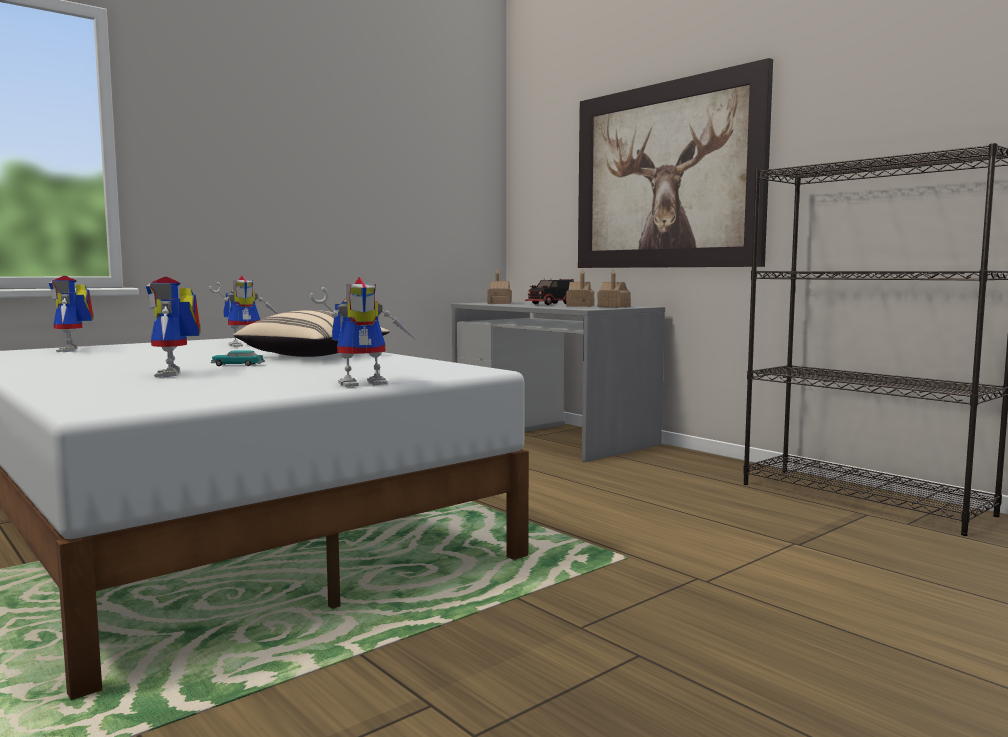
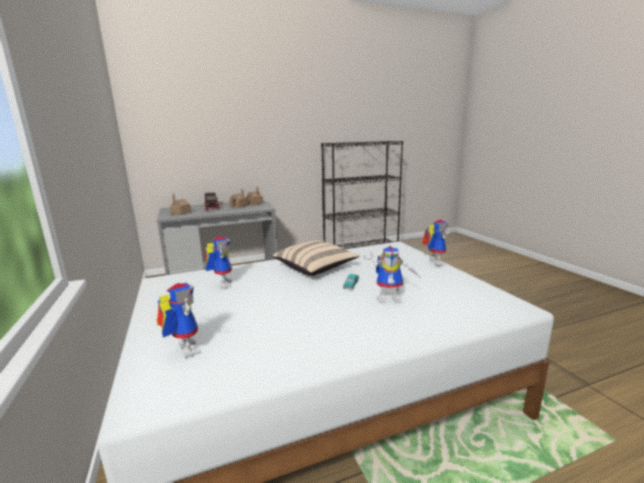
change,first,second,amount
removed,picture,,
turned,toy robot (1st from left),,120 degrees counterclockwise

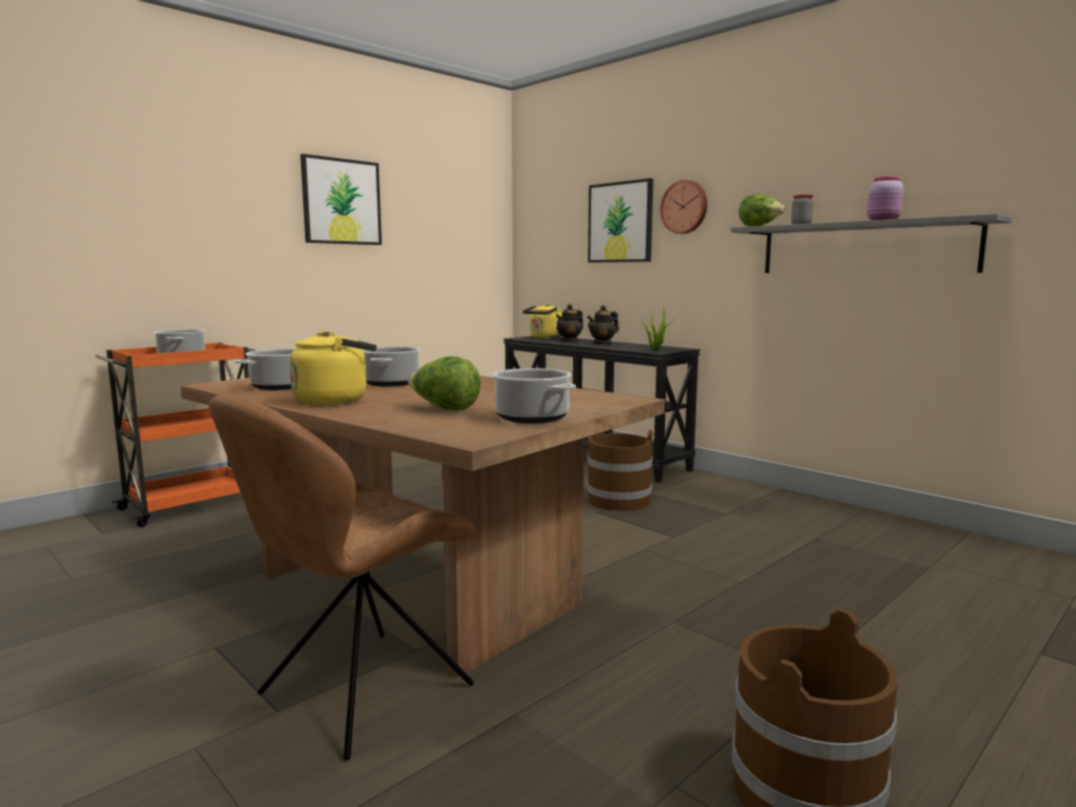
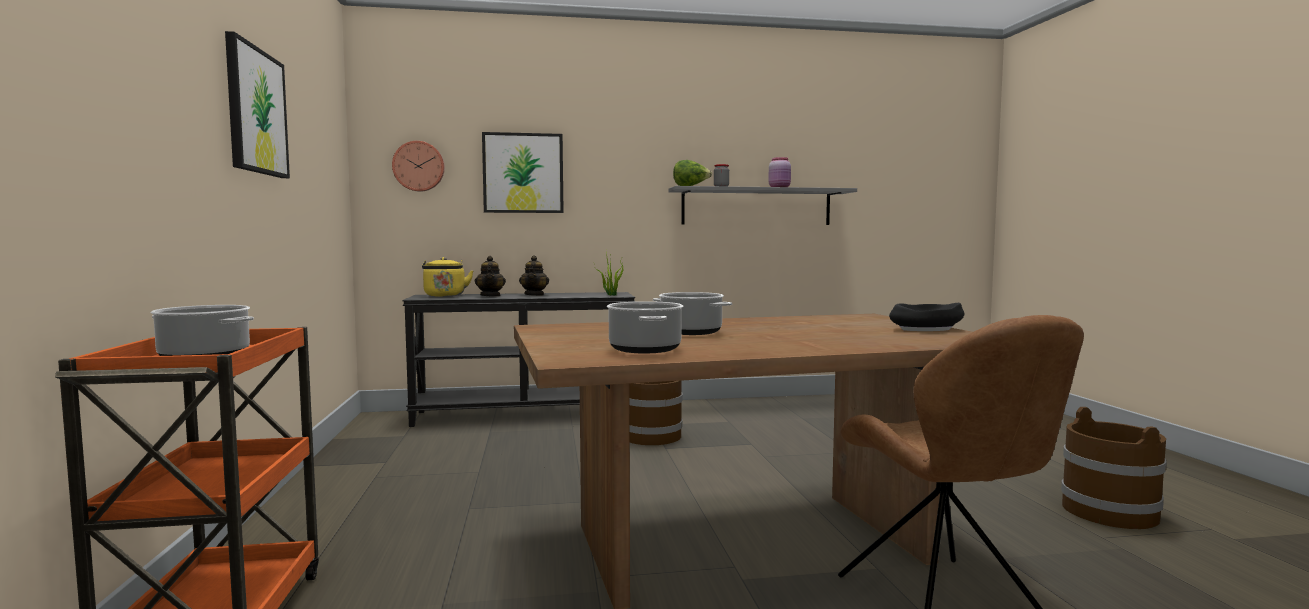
change,first,second,amount
removed,kettle (yellow) (1st from left),,
removed,lettuce (1st from left),,
moved,wall clock,,
replaced,cooking pot (4th from left),bowl (black),

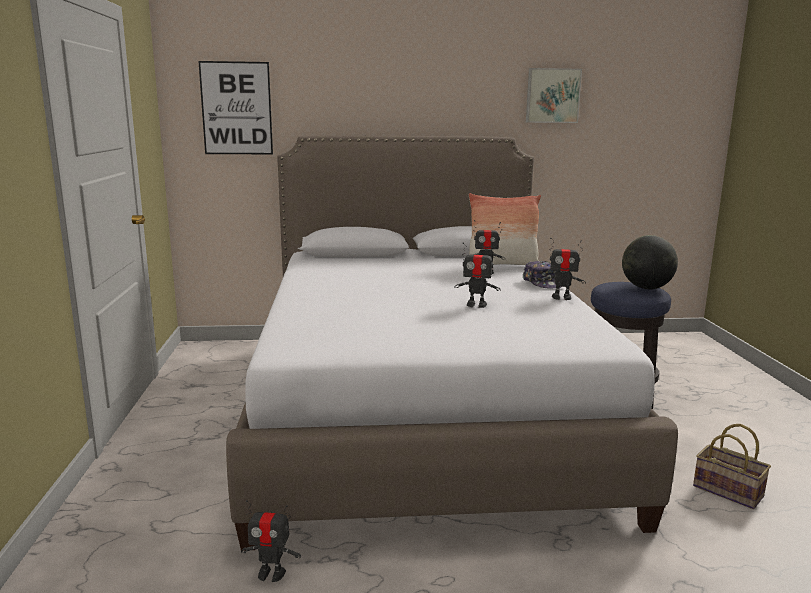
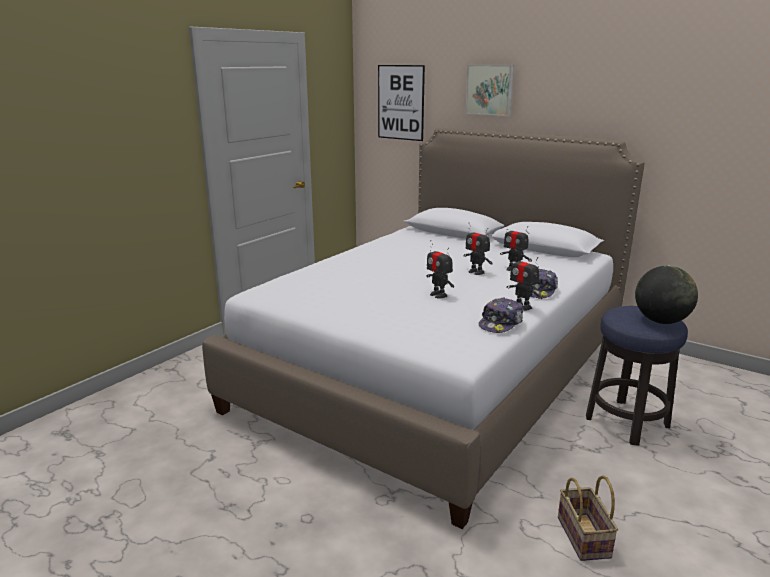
change,first,second,amount
removed,pillow,,
added,,cap (1st from left),
moved,toy robot (1st from left in the first image),toy robot (2nd from left),
moved,picture (2nd from left),,

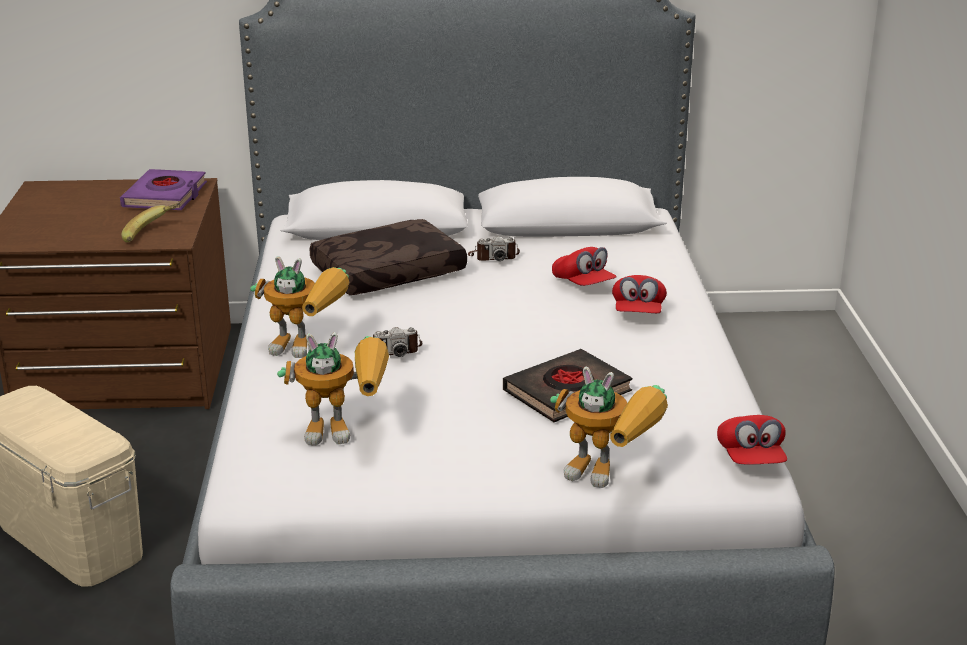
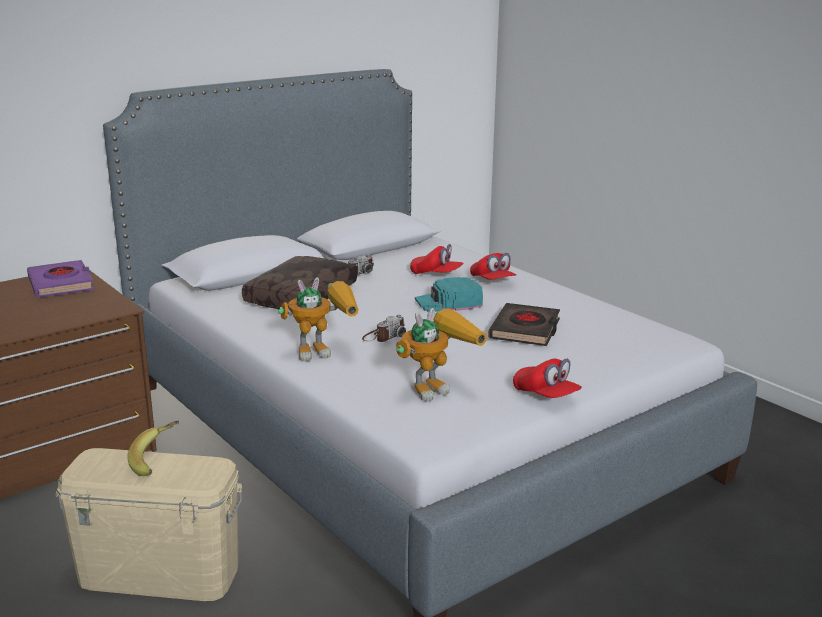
change,first,second,amount
removed,toy robot (3rd from left),,
added,,cap (turquoise),
moved,banana,,
moved,cap (red) (3rd from left),,

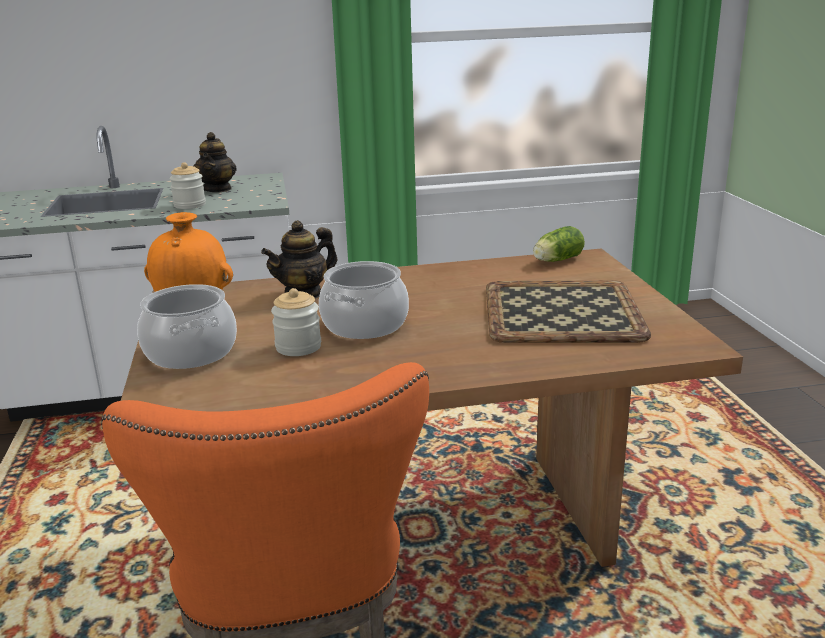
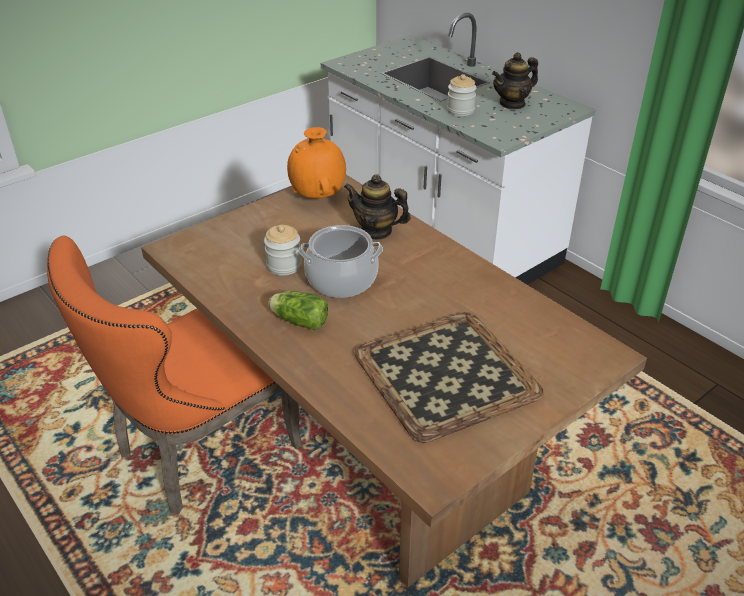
change,first,second,amount
removed,cooking pot (1st from left),,
moved,lettuce,,

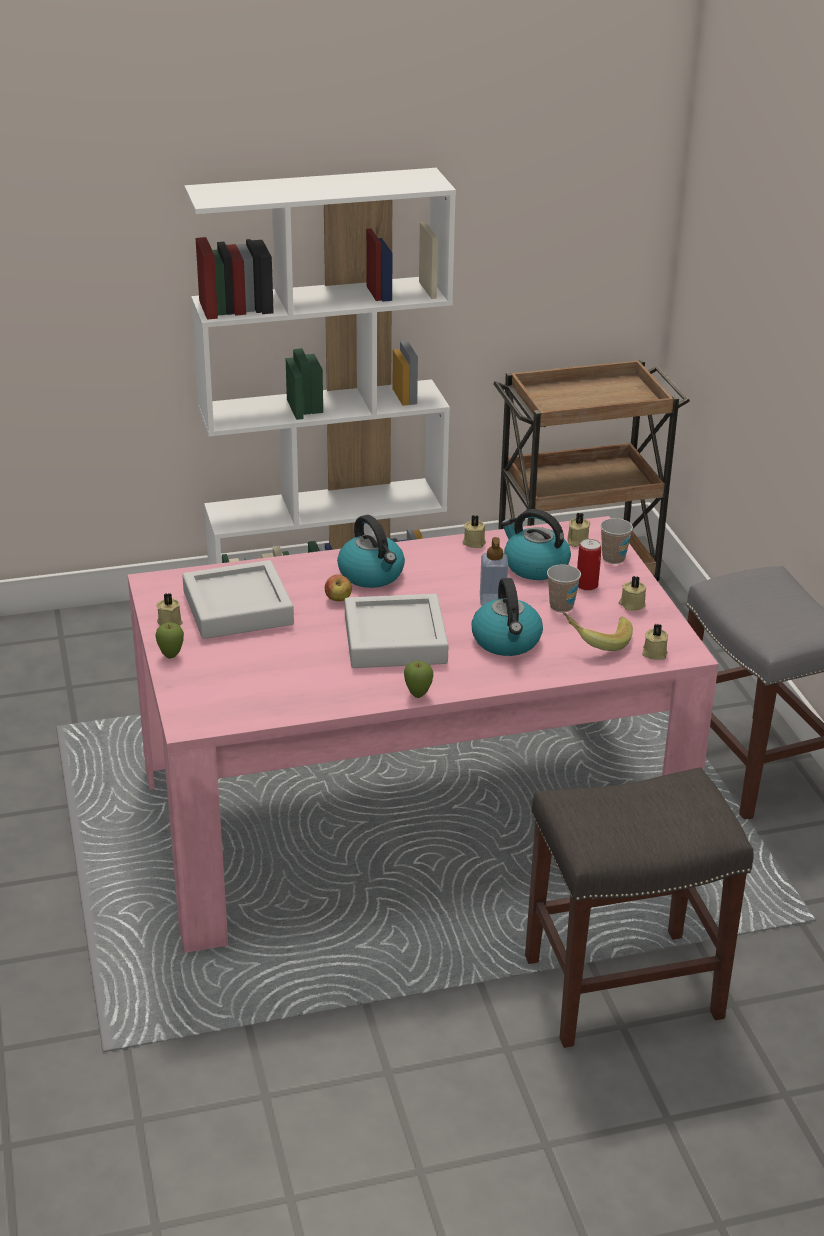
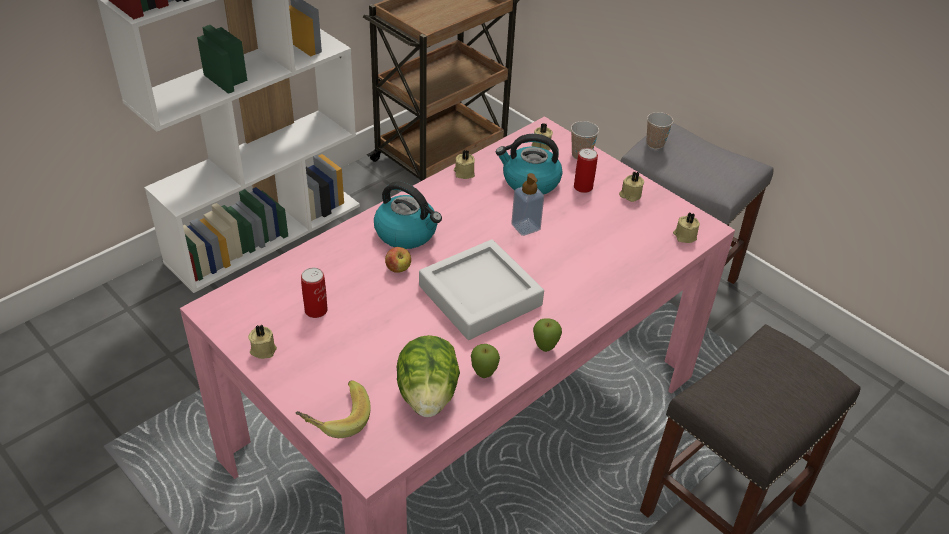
change,first,second,amount
removed,kettle (2nd from left),,
added,,lettuce,
moved,apple (1st from left in the first image),apple (2nd from left),
moved,cup (1st from left in the first image),cup (2nd from left),
moved,banana,,
replaced,tray (grey) (1st from left),can (1st from left),

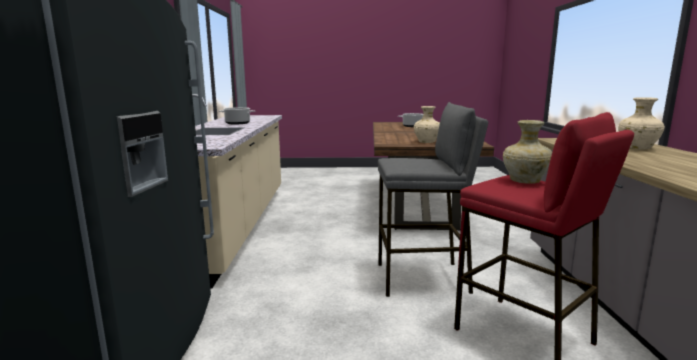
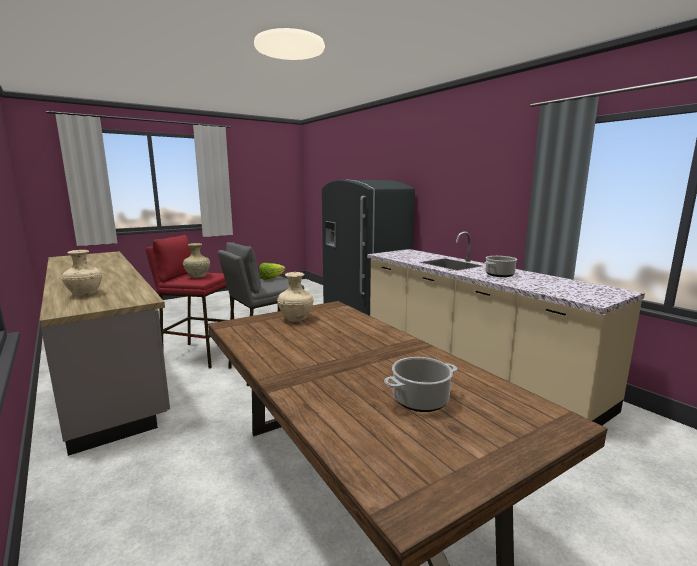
change,first,second,amount
added,,lettuce,

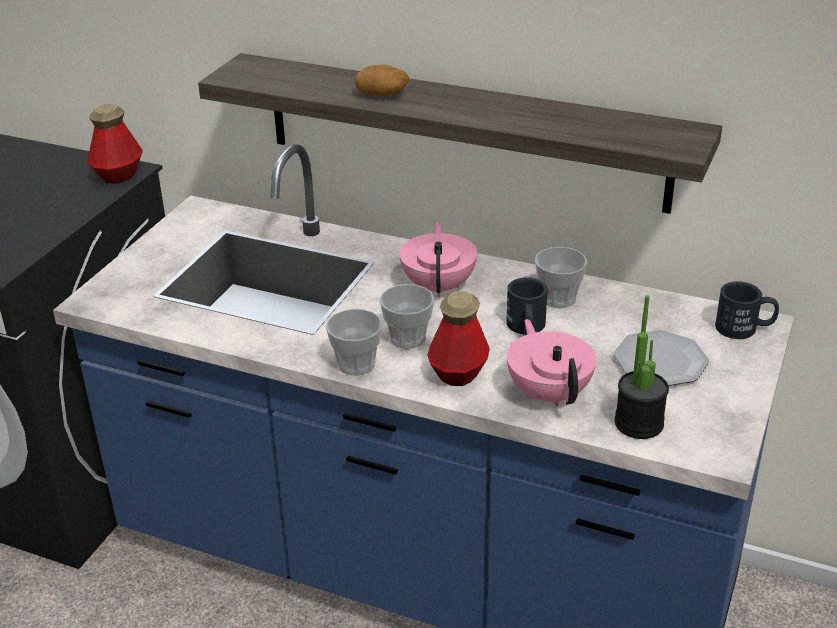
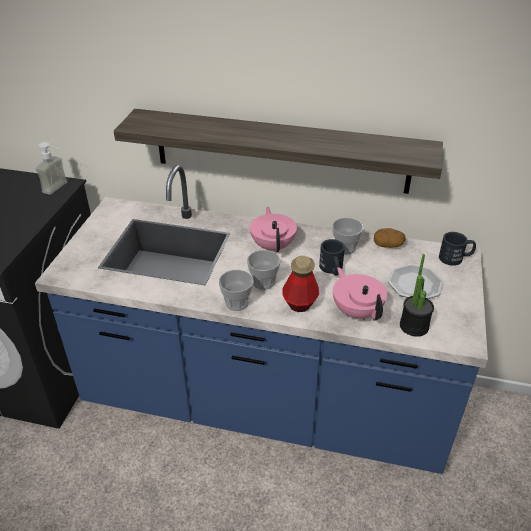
change,first,second,amount
moved,potato,,
replaced,bottle (1st from left),soap dispenser,

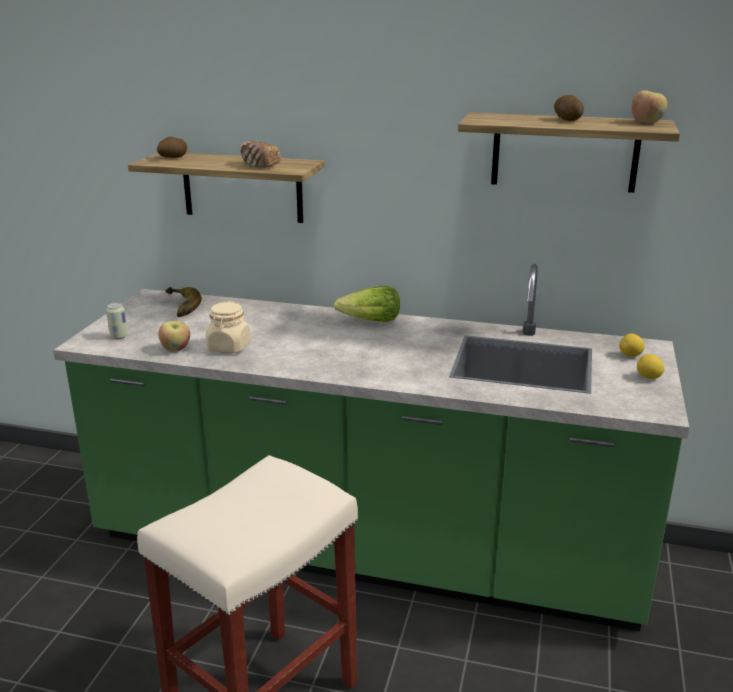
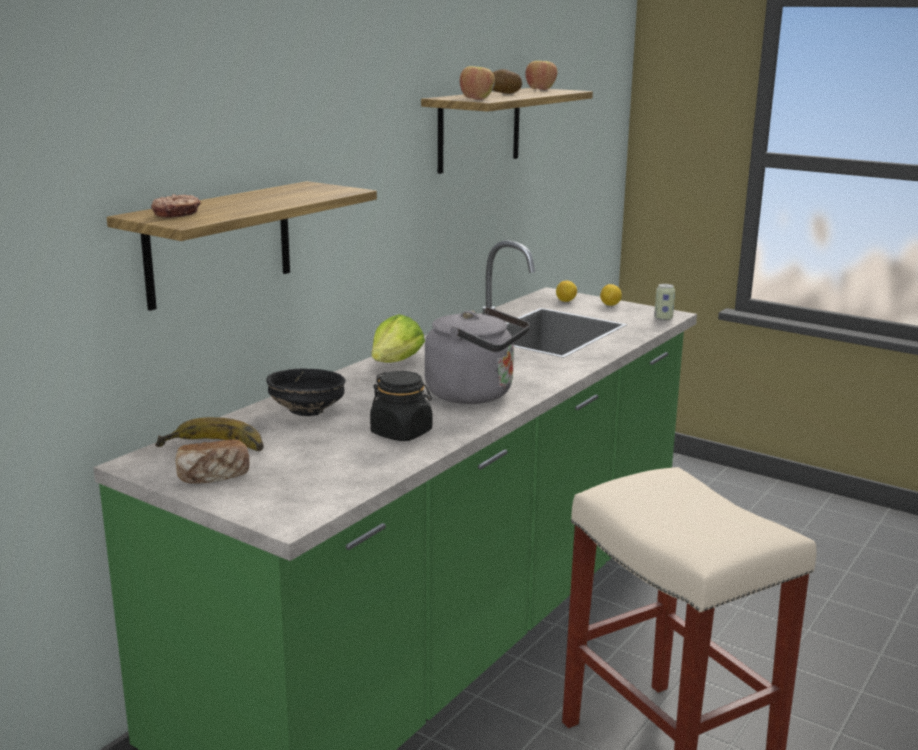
change,first,second,amount
added,,bowl (black),
added,,kettle (grey),
moved,can,,
moved,apple (1st from left),,
moved,bread,,
replaced,potato (1st from left),donut,
recoloured,jar (beige),jar (black),

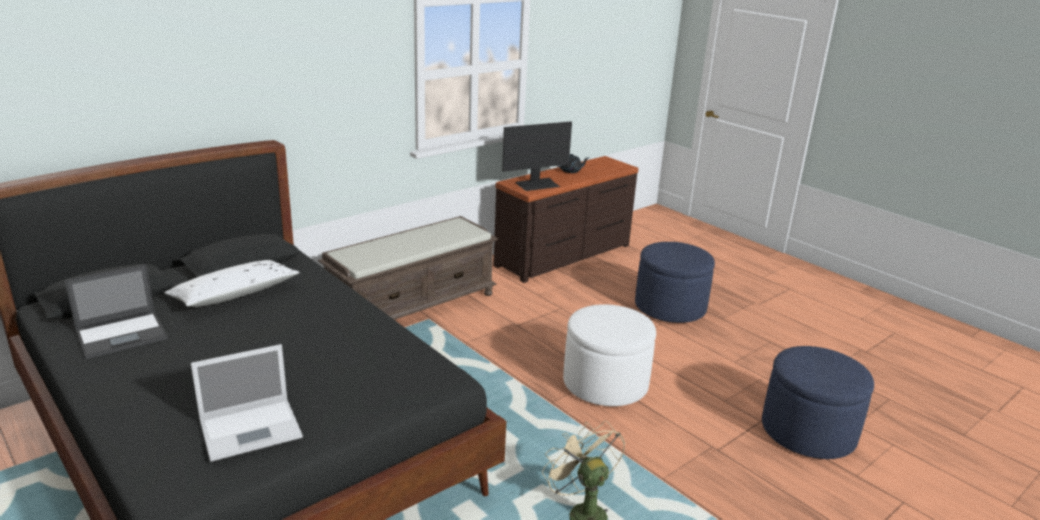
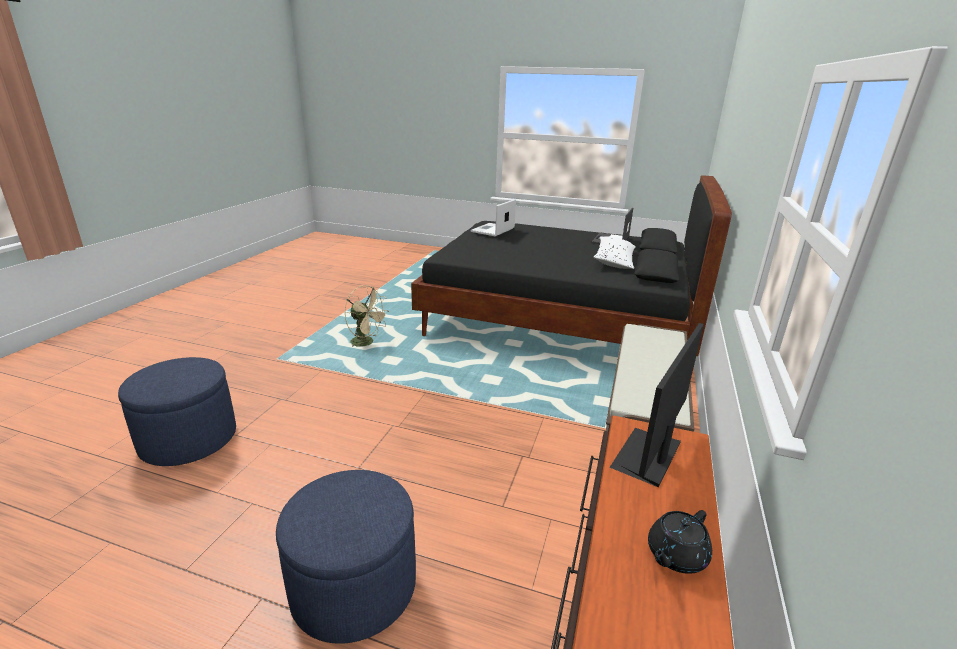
change,first,second,amount
removed,ottoman (white),,

